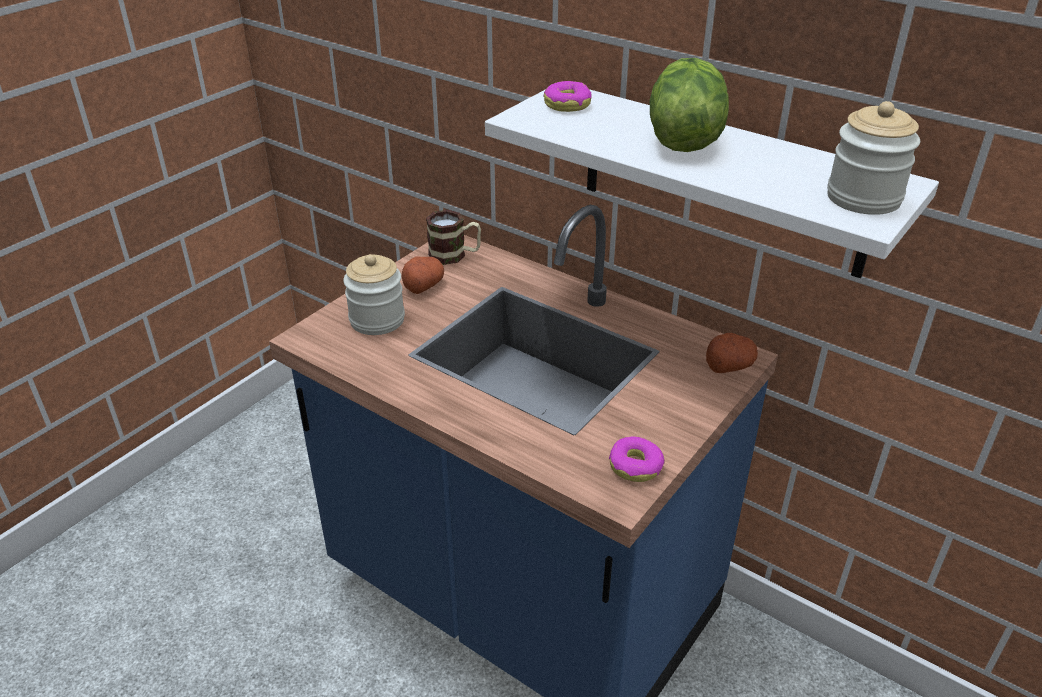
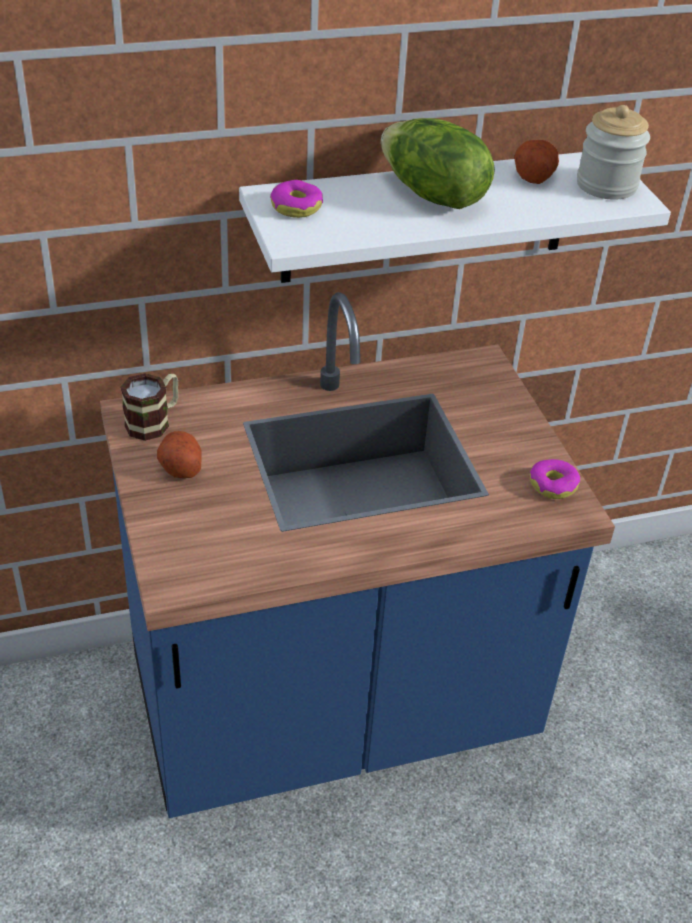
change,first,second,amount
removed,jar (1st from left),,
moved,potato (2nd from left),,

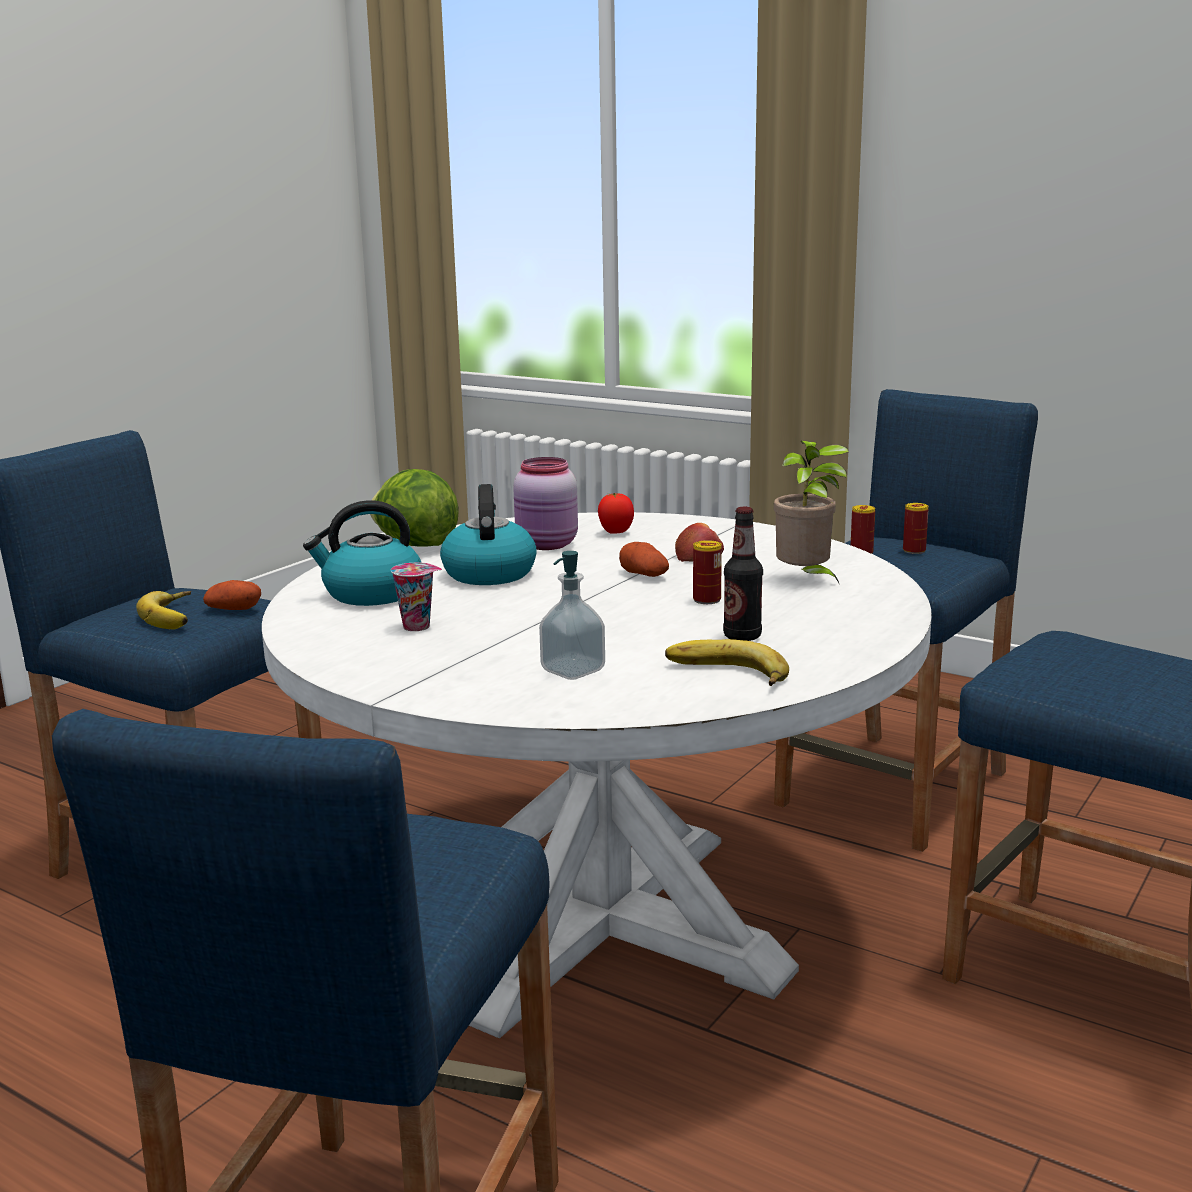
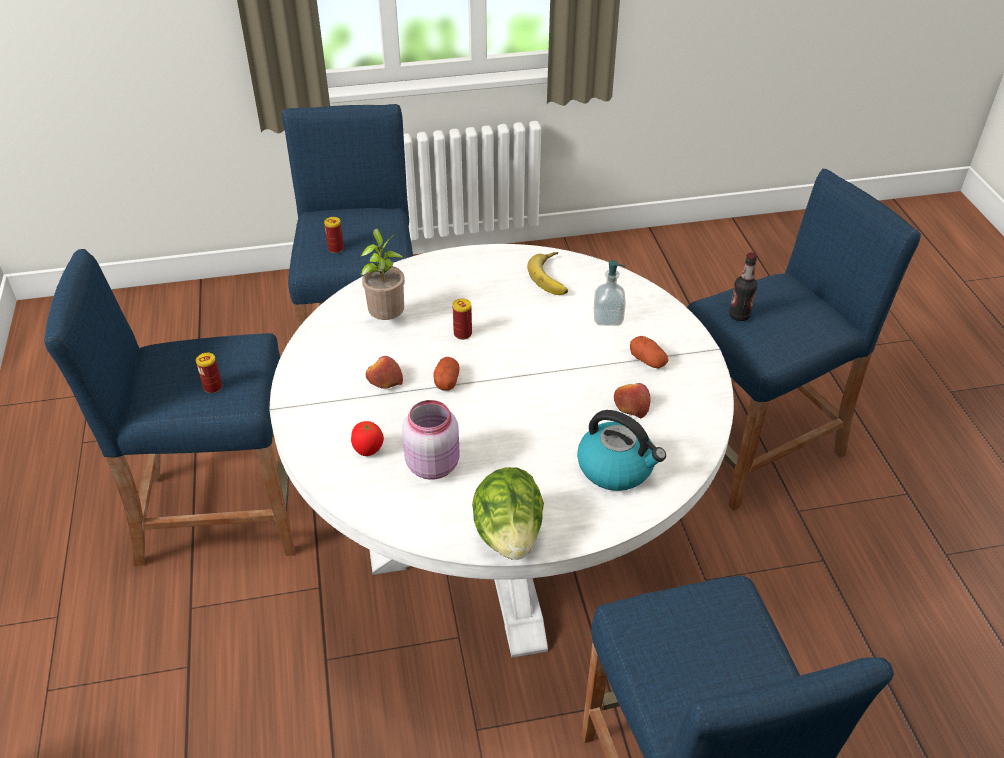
change,first,second,amount
removed,banana (1st from left),,
removed,kettle (2nd from left),,
moved,potato (1st from left in the first image),potato (2nd from left),
moved,bottle,,
moved,can (3rd from left in the first image),can (2nd from left),
replaced,cup,apple (2nd from left),

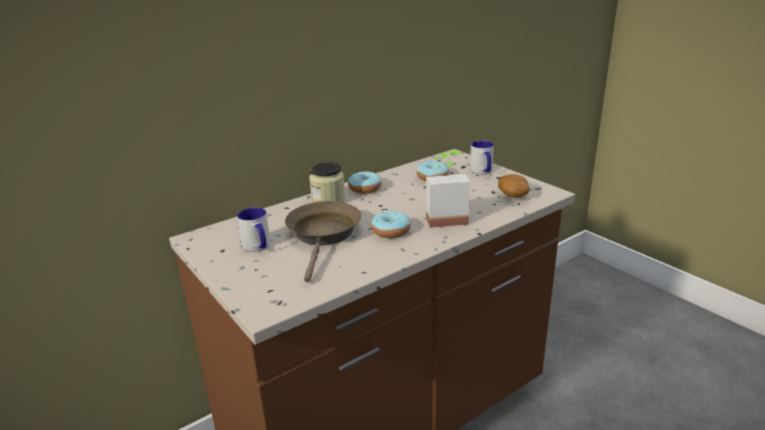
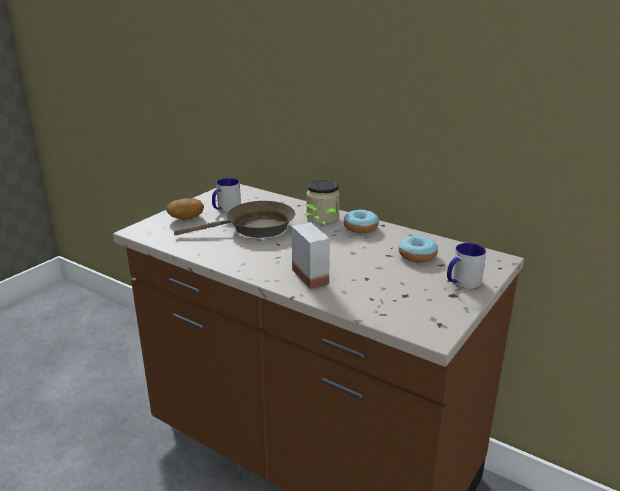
change,first,second,amount
removed,donut (2nd from left),,
moved,potato,,

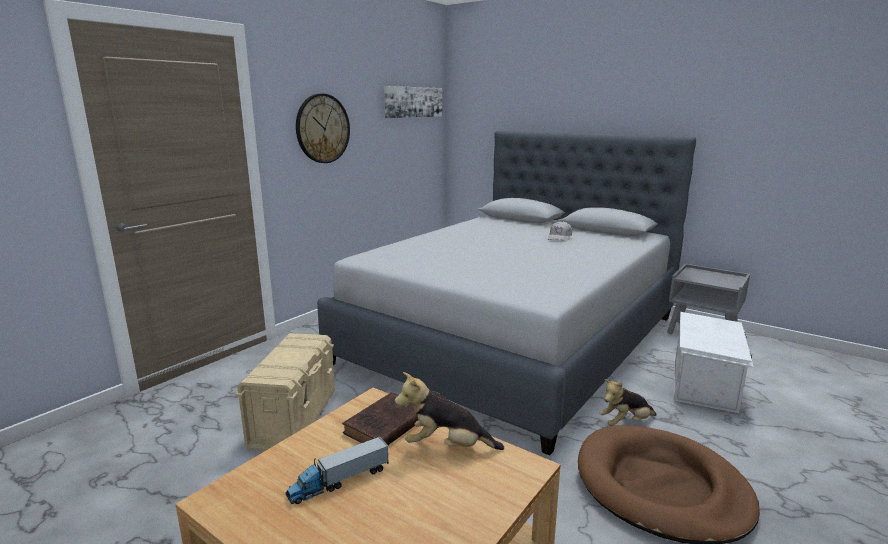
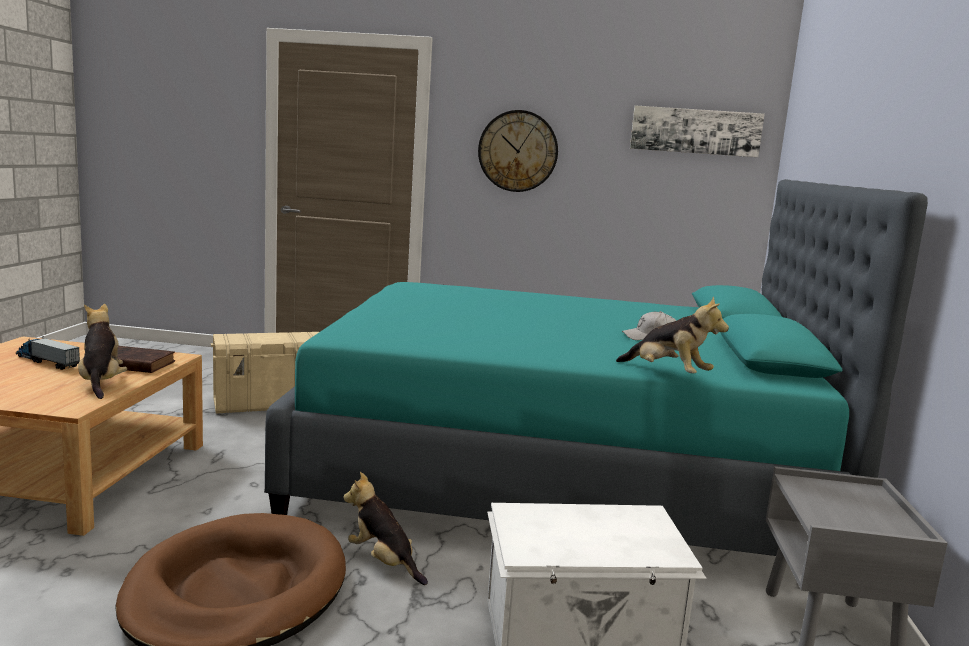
change,first,second,amount
added,,plush toy (3rd from left),
recoloured,bed (grey),bed (turquoise),

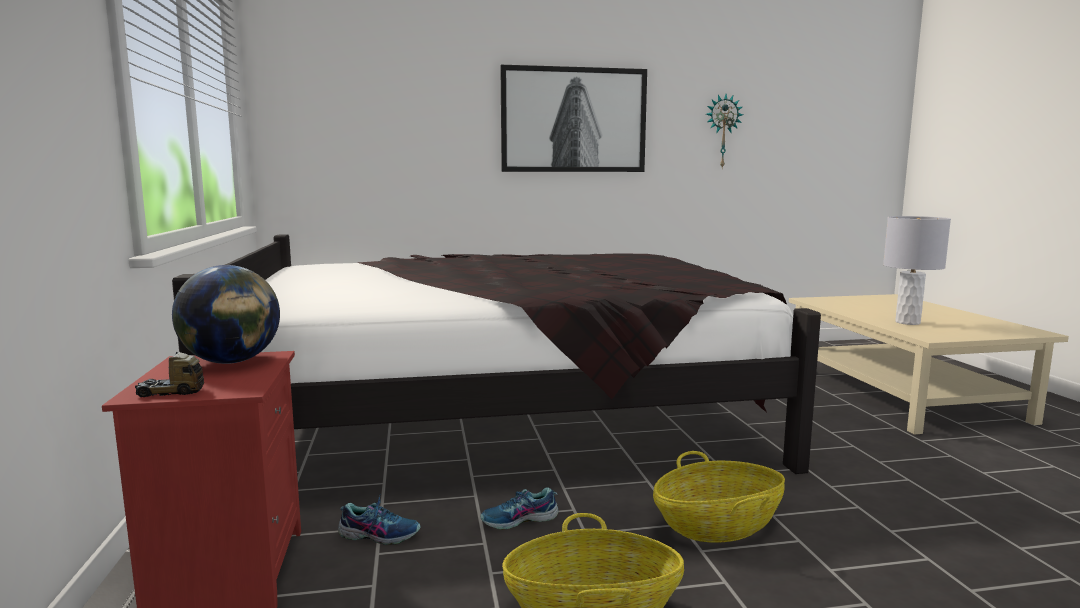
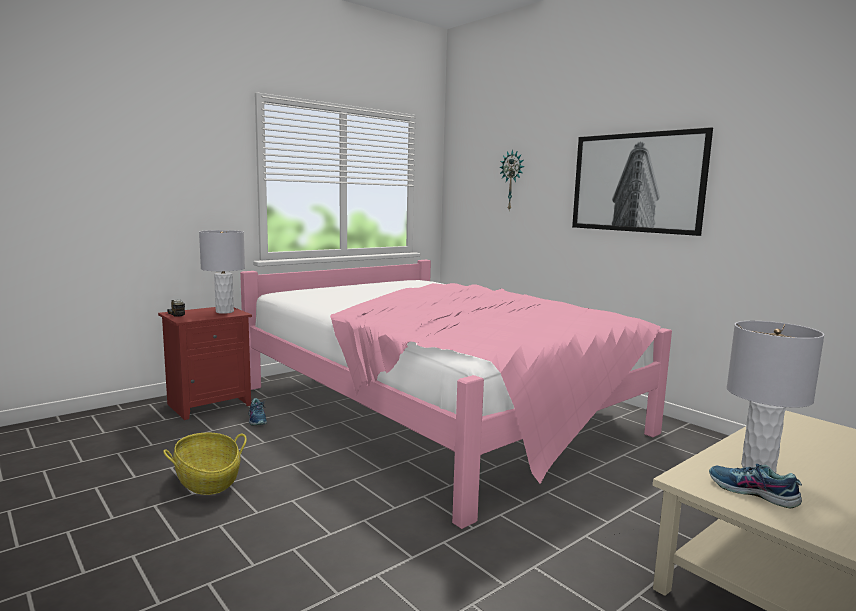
change,first,second,amount
removed,basket (2nd from left),,
moved,shoe (2nd from left),,
moved,wall clock,,
replaced,globe,table lamp (grey) (1st from left),
recoloured,bed (black),bed (pink),

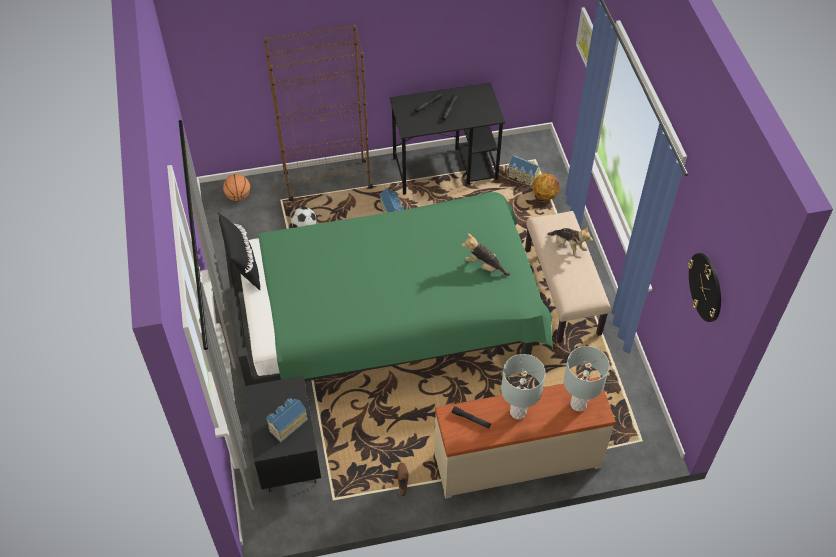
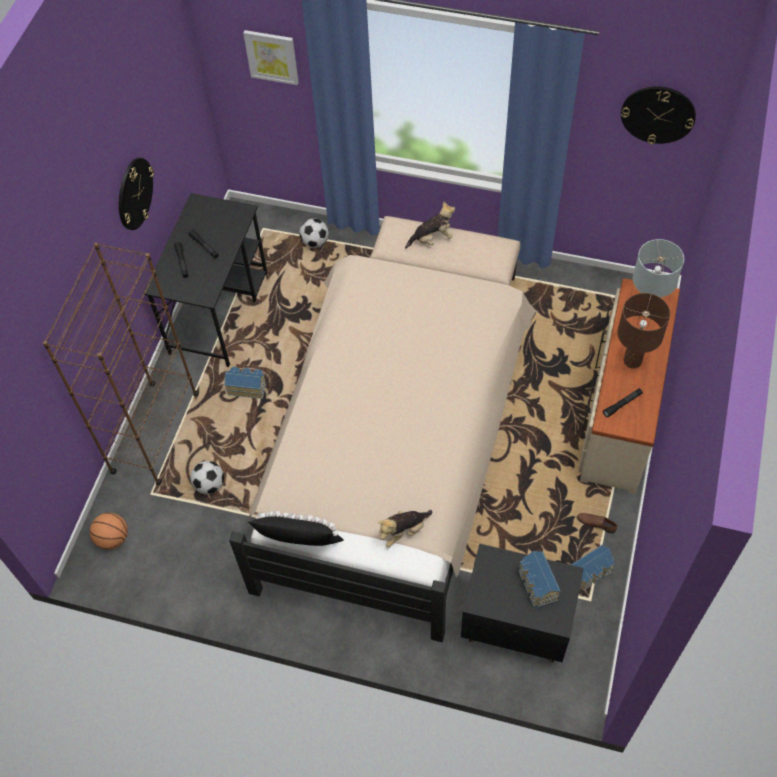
change,first,second,amount
added,,wall clock (1st from left),
moved,plush toy (1st from left),,
moved,toy house (3rd from left),,
replaced,basketball (2nd from left),football (2nd from left),
recoloured,bed (green),bed (beige),
recoloured,table lamp (grey) (1st from left),table lamp (brown),

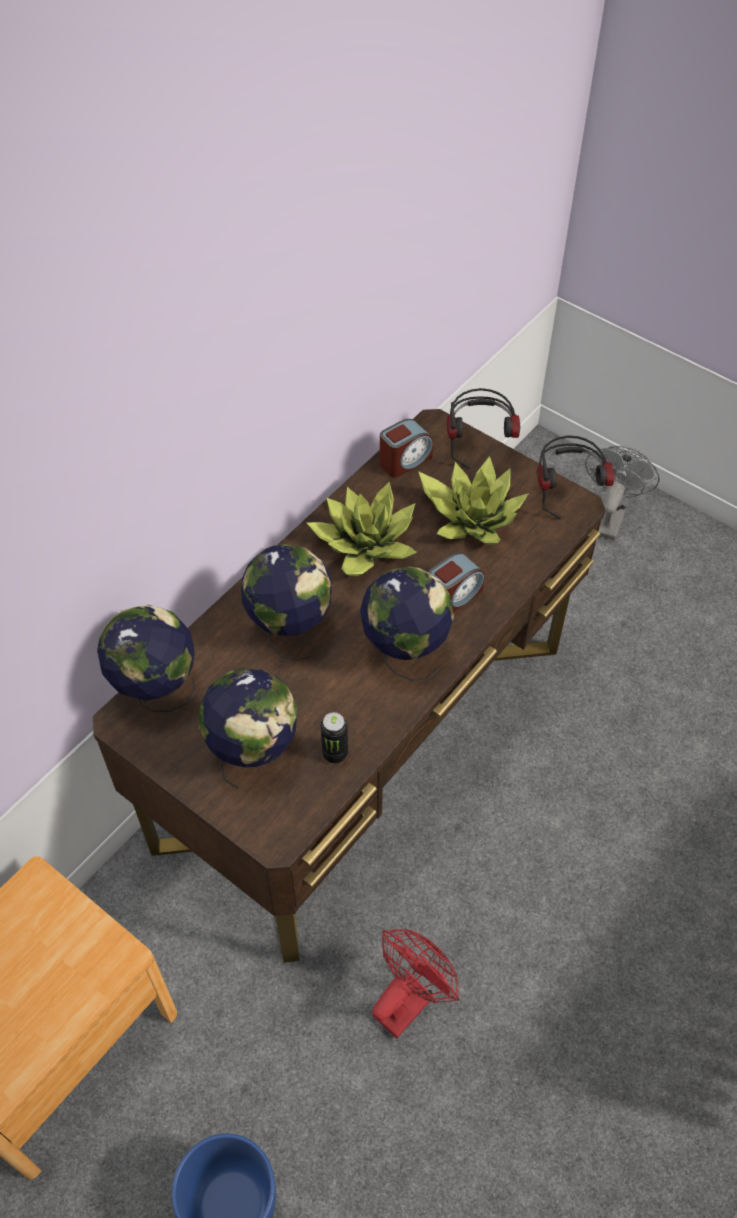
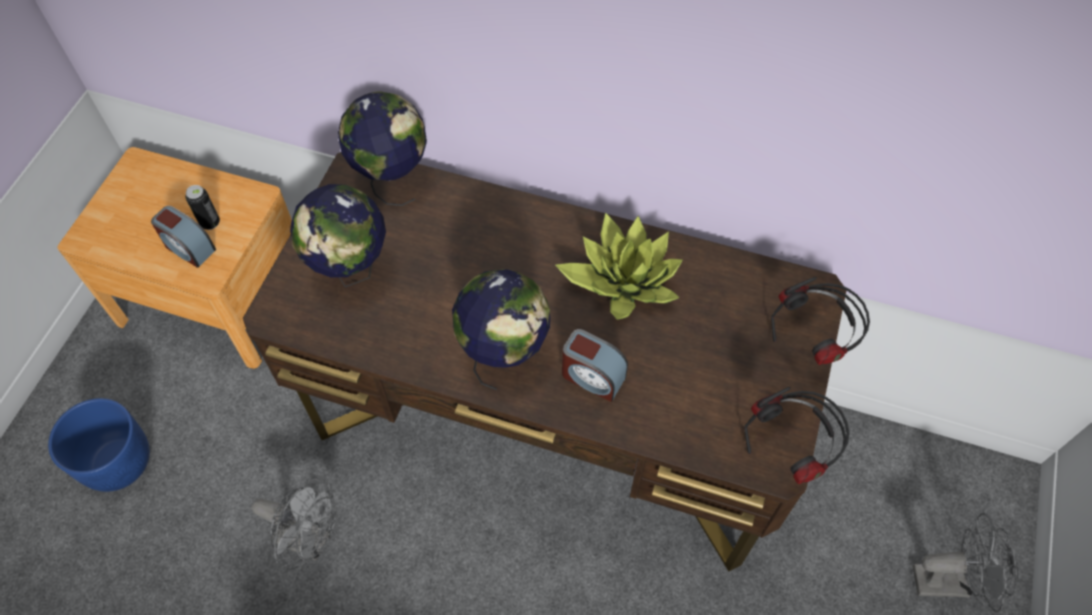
change,first,second,amount
removed,globe (3rd from left),,
removed,potted plant (2nd from left),,
moved,can,,
moved,alarm clock (1st from left),,
recoloured,fan (red),fan (grey) (1st from left),

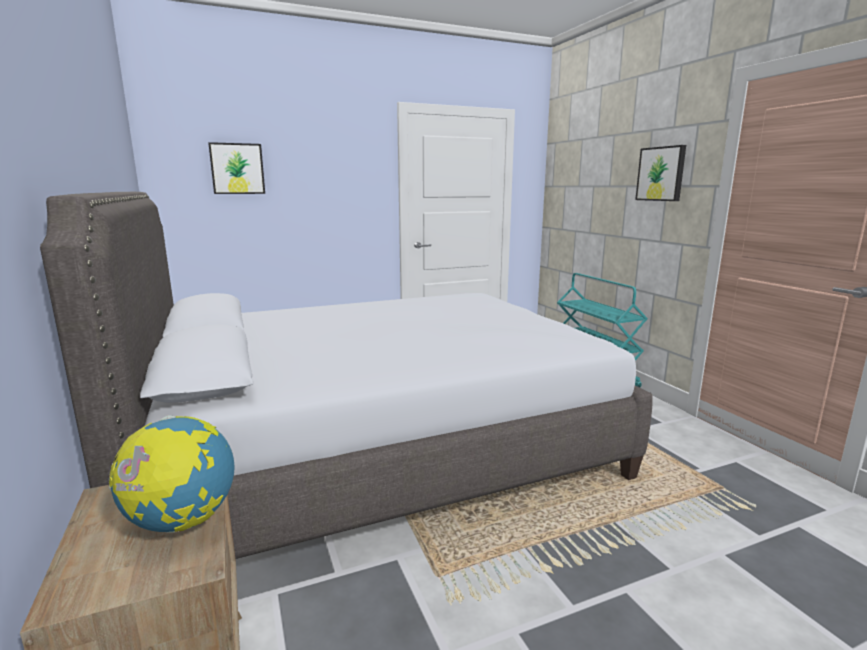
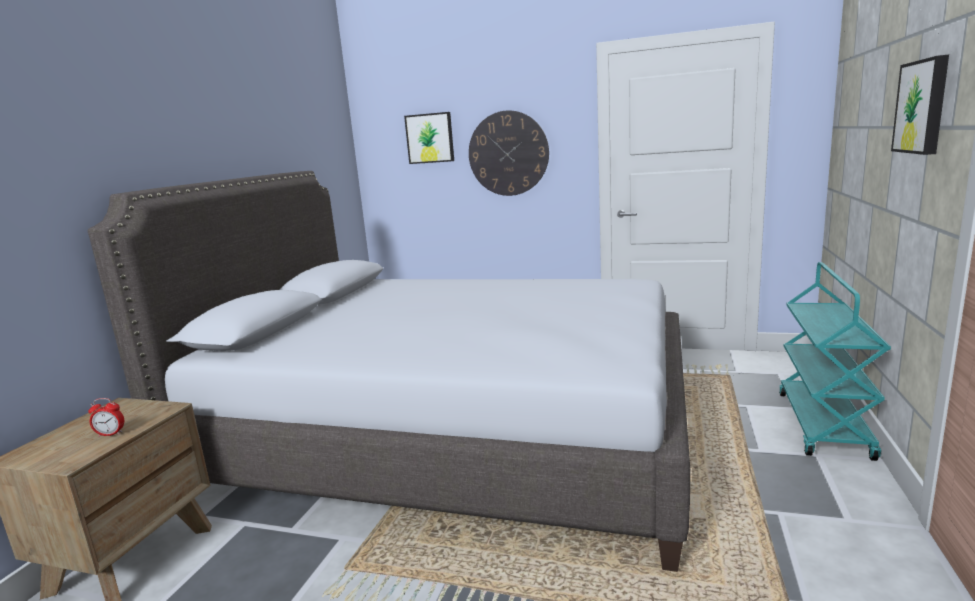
change,first,second,amount
added,,wall clock,
replaced,globe,alarm clock,

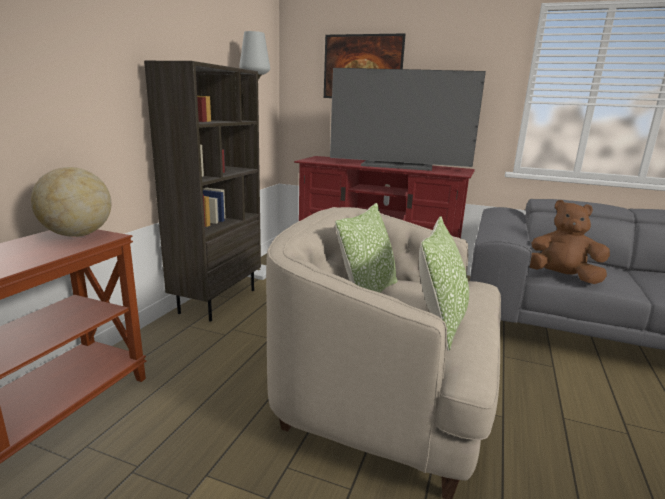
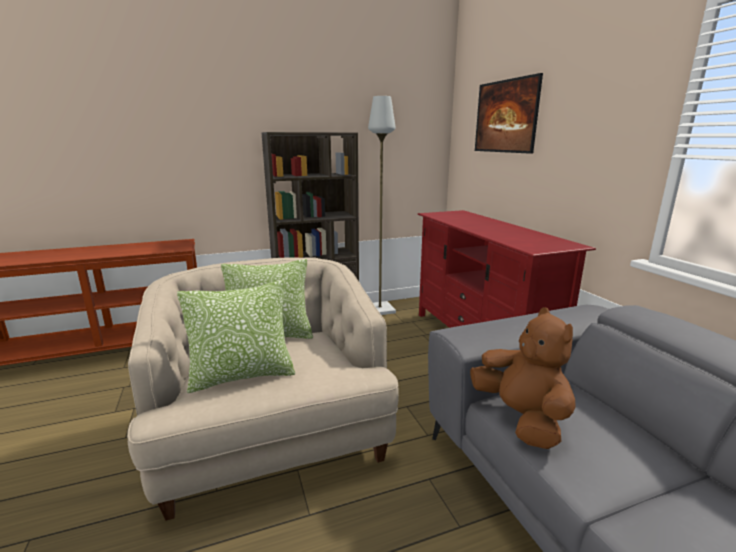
change,first,second,amount
removed,globe,,
removed,television,,

